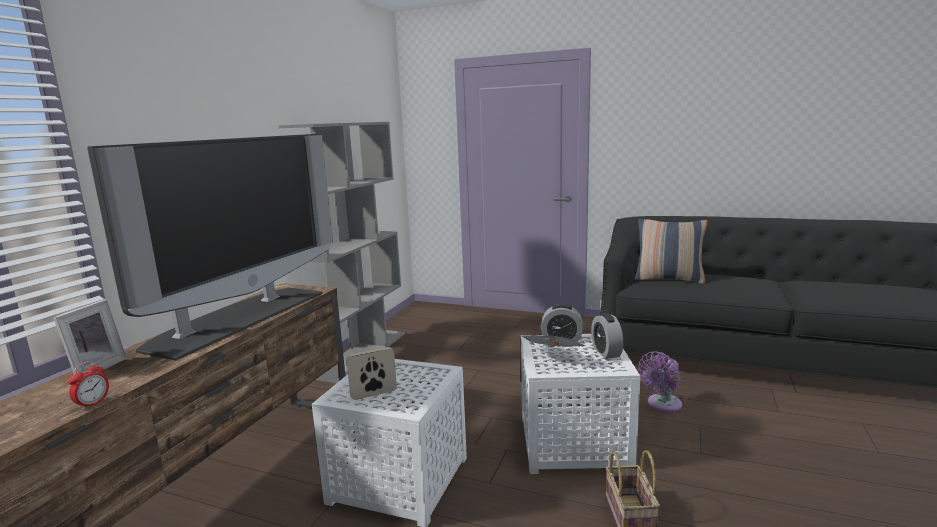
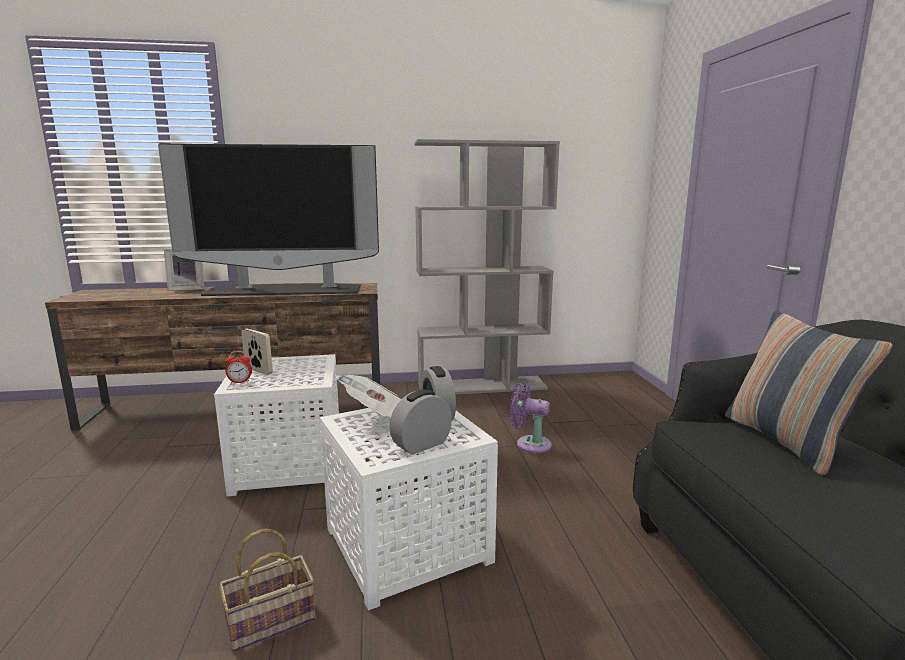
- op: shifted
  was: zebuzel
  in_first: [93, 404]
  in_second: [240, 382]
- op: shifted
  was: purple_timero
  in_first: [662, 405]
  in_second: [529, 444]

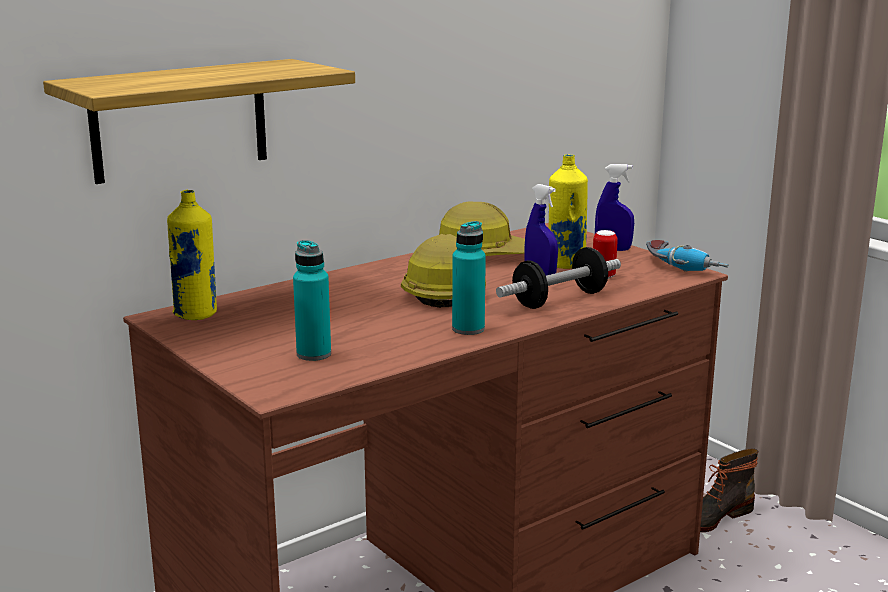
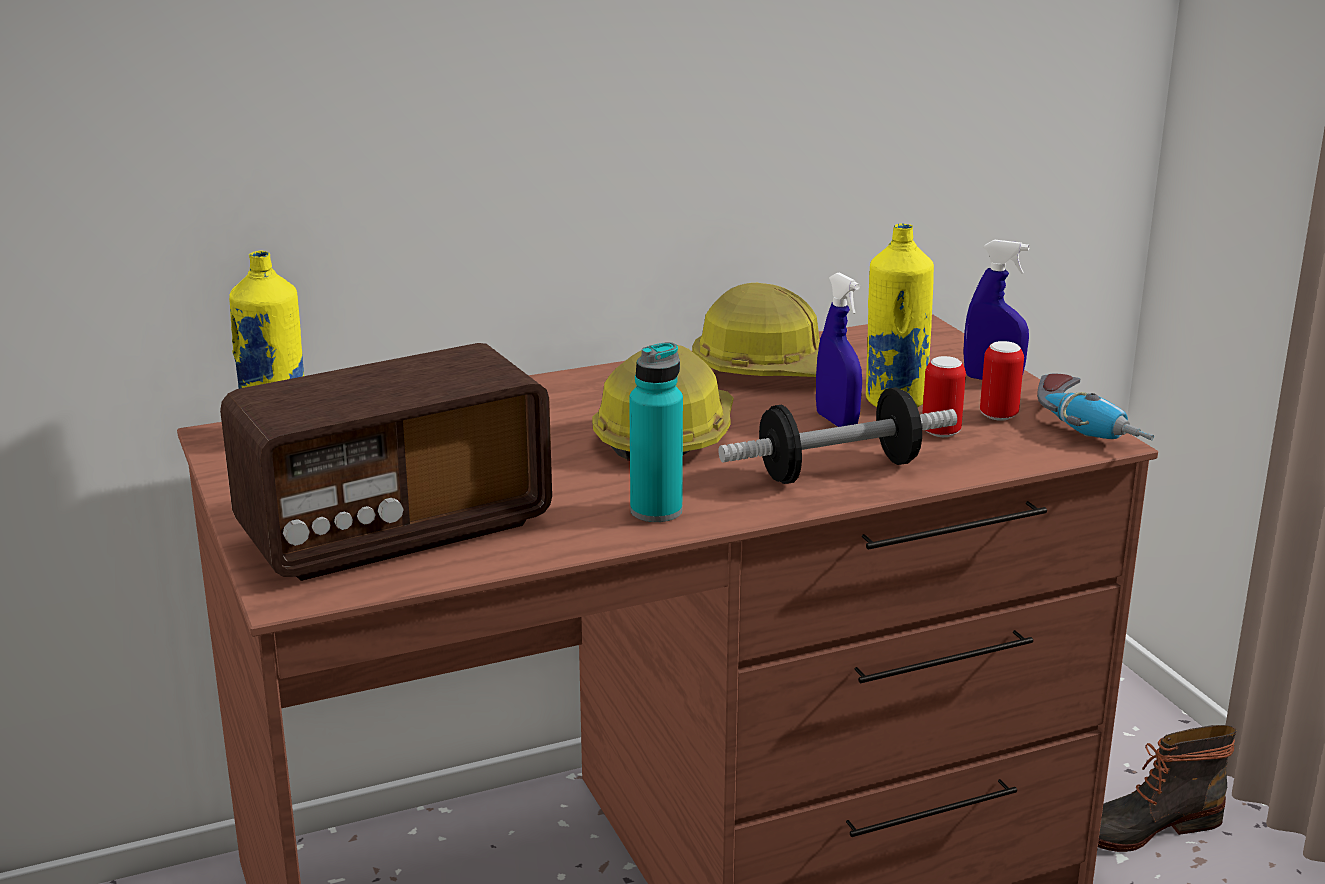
- op: swapped
  was: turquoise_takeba
  now: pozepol
  in_first: [314, 354]
  in_second: [395, 530]
- op: new
  now: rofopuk
  in_second: [998, 415]
- op: gone
  was: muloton
  in_first: [180, 120]

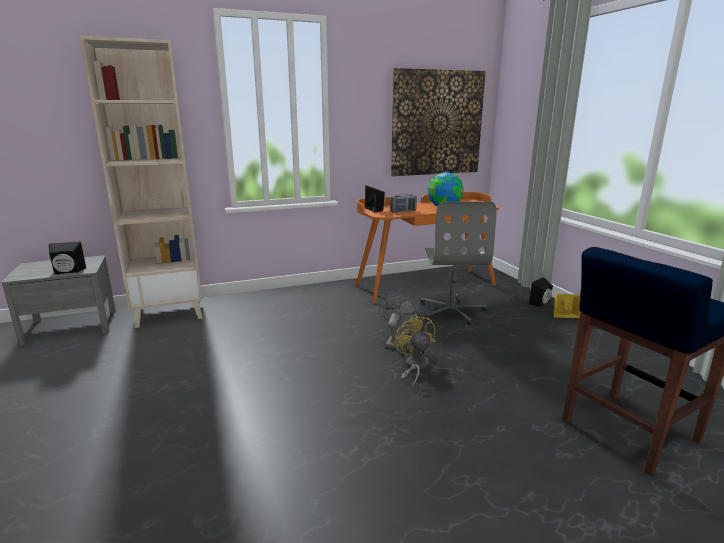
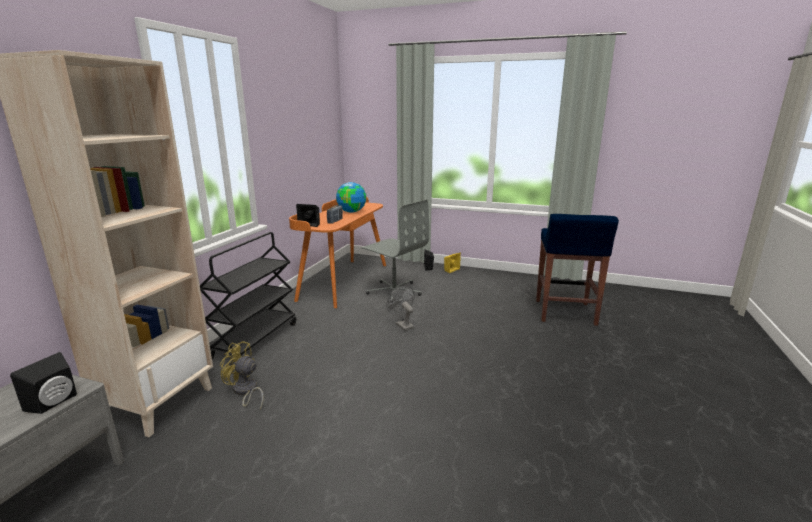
- op: new
  now: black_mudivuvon
  in_second: [255, 340]
- op: shifted
  was: yellow_timero
  in_first: [414, 367]
  in_second: [245, 391]
- op: gone
  was: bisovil
  in_first: [437, 123]

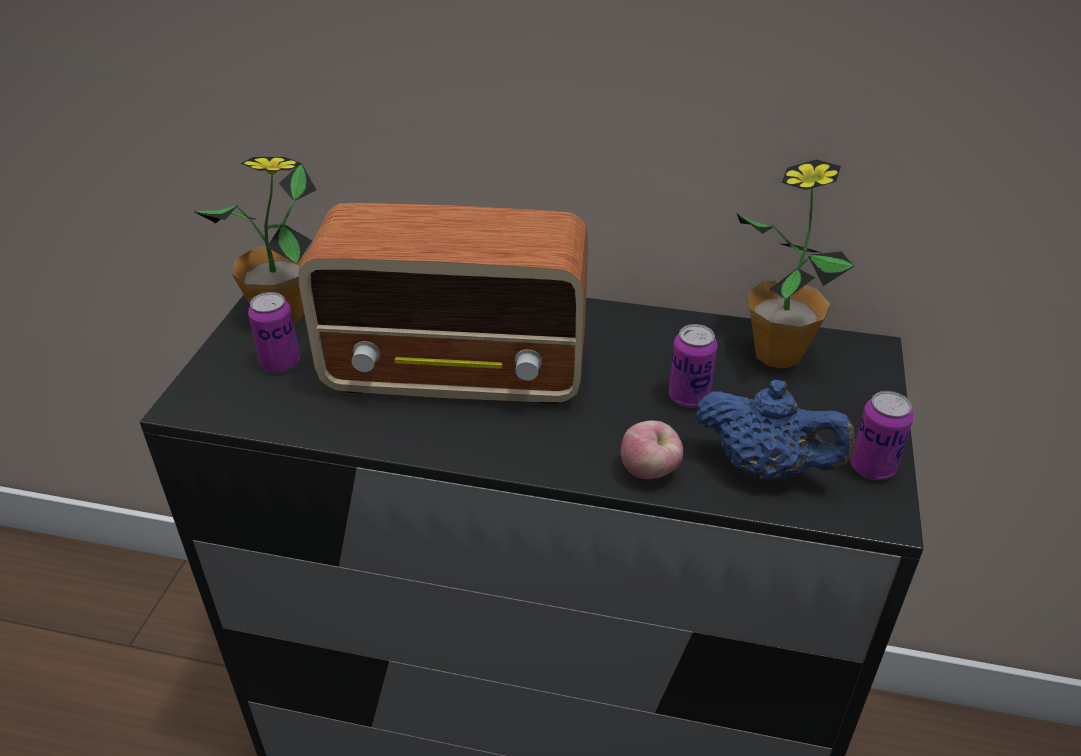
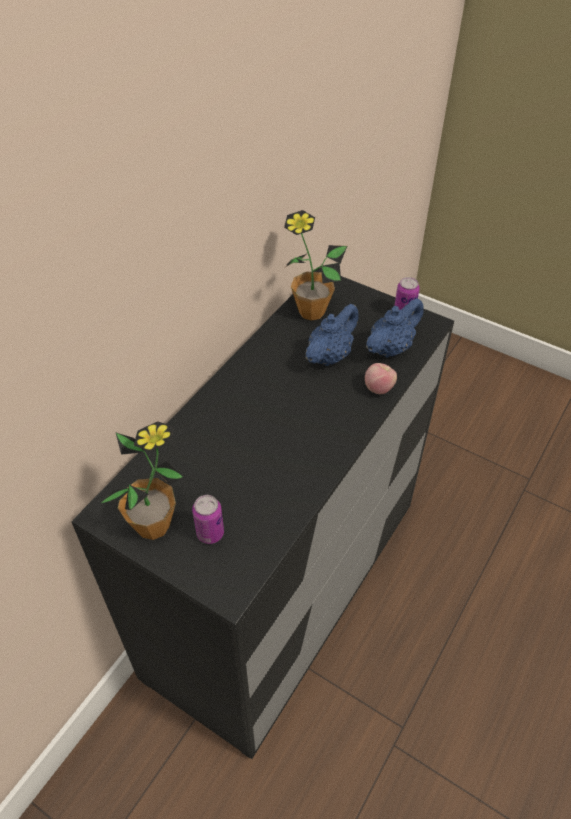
- op: swapped
  was: rofopuk
  now: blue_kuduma
  in_first: [688, 397]
  in_second: [330, 355]
- op: gone
  was: pozepol
  in_first: [459, 373]

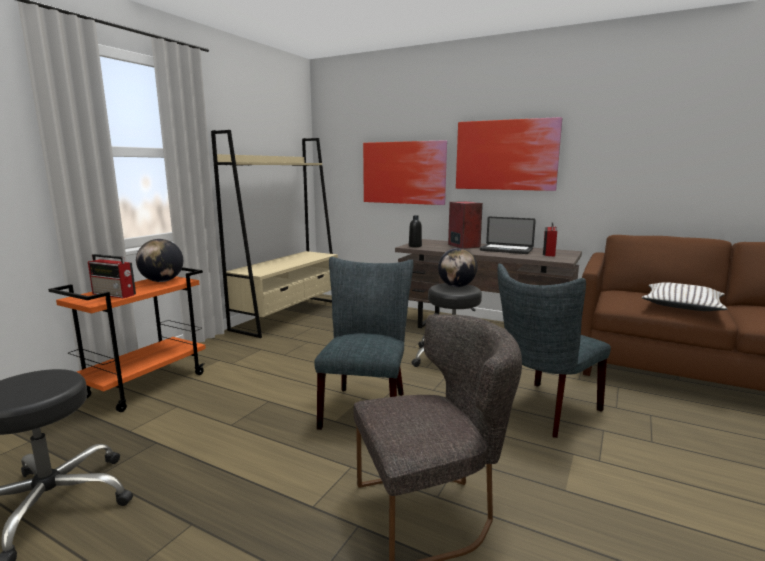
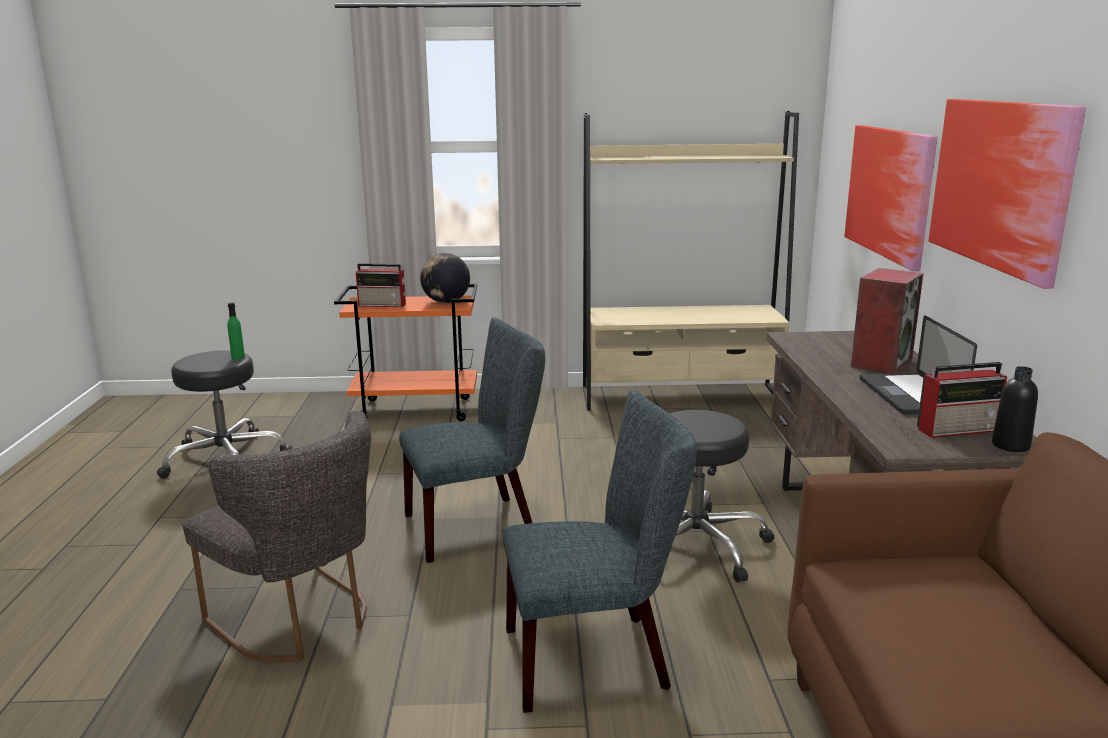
- op: new
  now: green_takeba
  in_second: [238, 358]
- op: rotated
  was: pozepol
  in_first: [114, 294]
  in_second: [383, 305]
  clockwise: -75
- op: rotated
  was: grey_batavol
  in_first: [543, 411]
  in_second: [596, 657]
  clockwise: 150
- op: shifted
  was: black_takeba
  in_first: [415, 246]
  in_second: [1010, 445]
- op: gone
  was: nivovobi
  in_first: [456, 286]
- op: gone
  was: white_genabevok
  in_first: [682, 305]

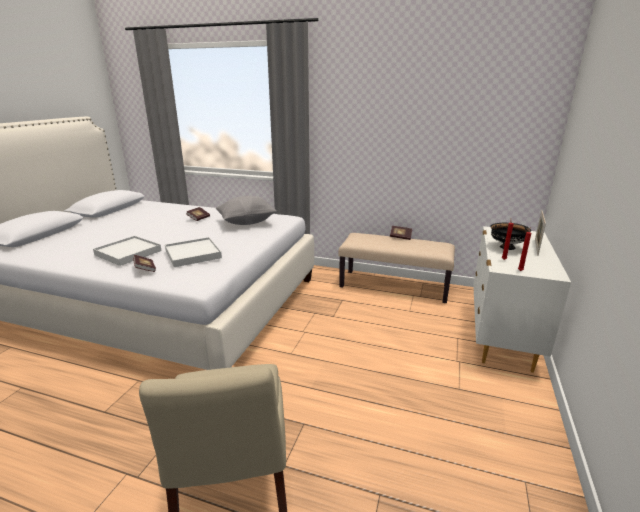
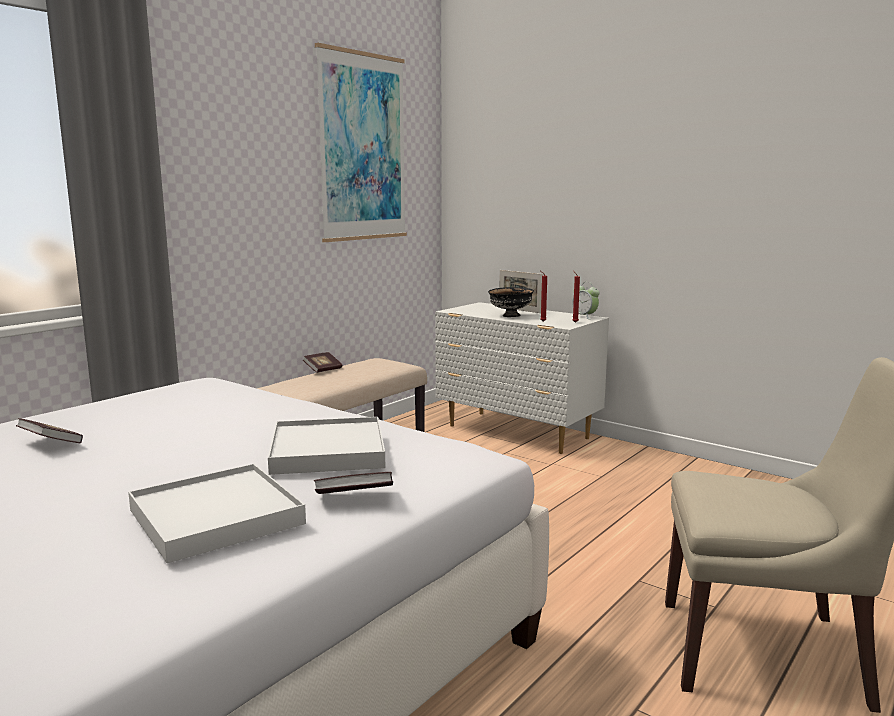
- op: new
  now: bisovil
  in_second: [363, 148]
- op: new
  now: zebuzel
  in_second: [584, 317]
- op: gone
  was: grey_genabevok
  in_first: [247, 222]

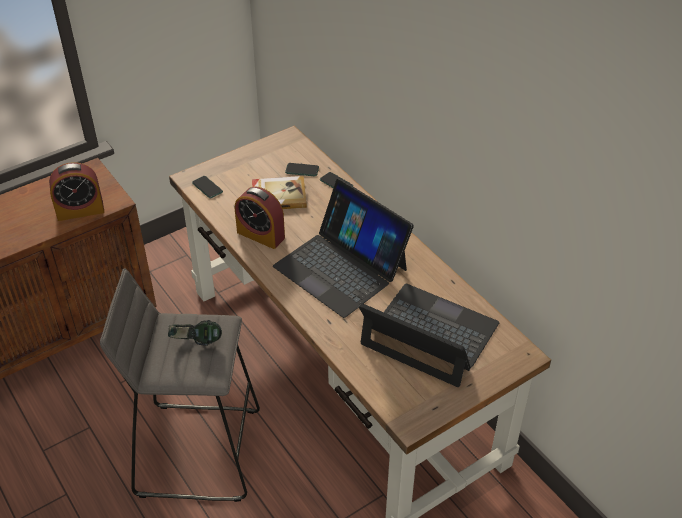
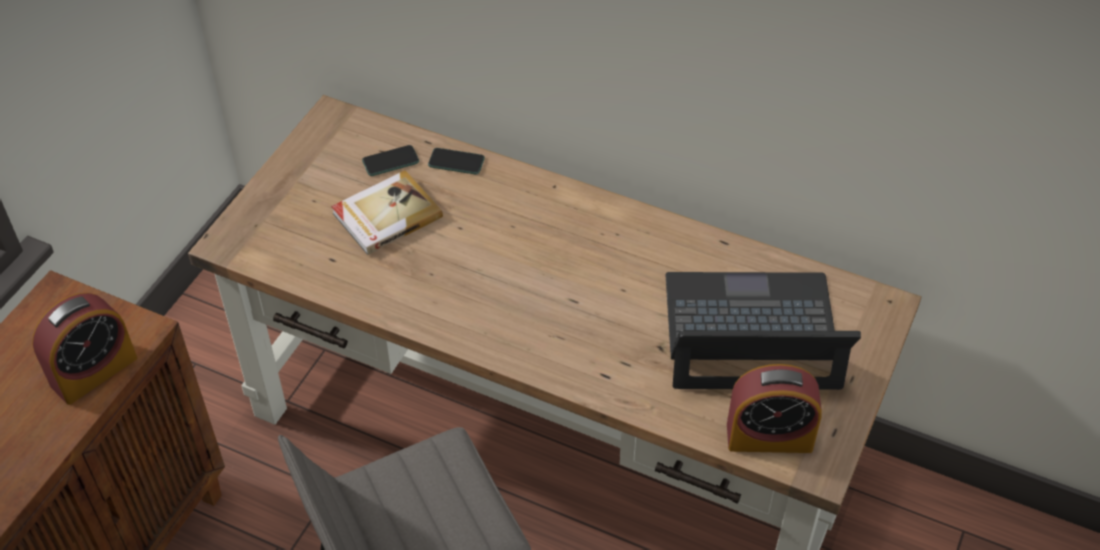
- op: shifted
  was: zebuzel
  in_first: [261, 235]
  in_second: [769, 437]
- op: gone
  was: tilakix
  in_first: [196, 344]
- op: gone
  was: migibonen
  in_first: [207, 187]
- op: gone
  was: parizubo
  in_first: [341, 267]

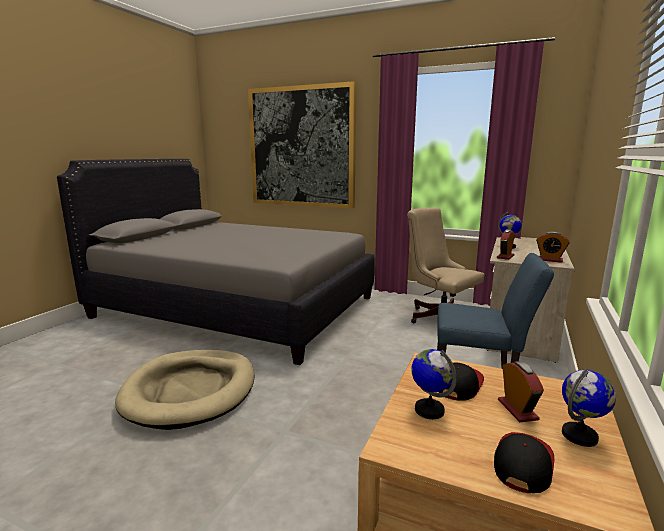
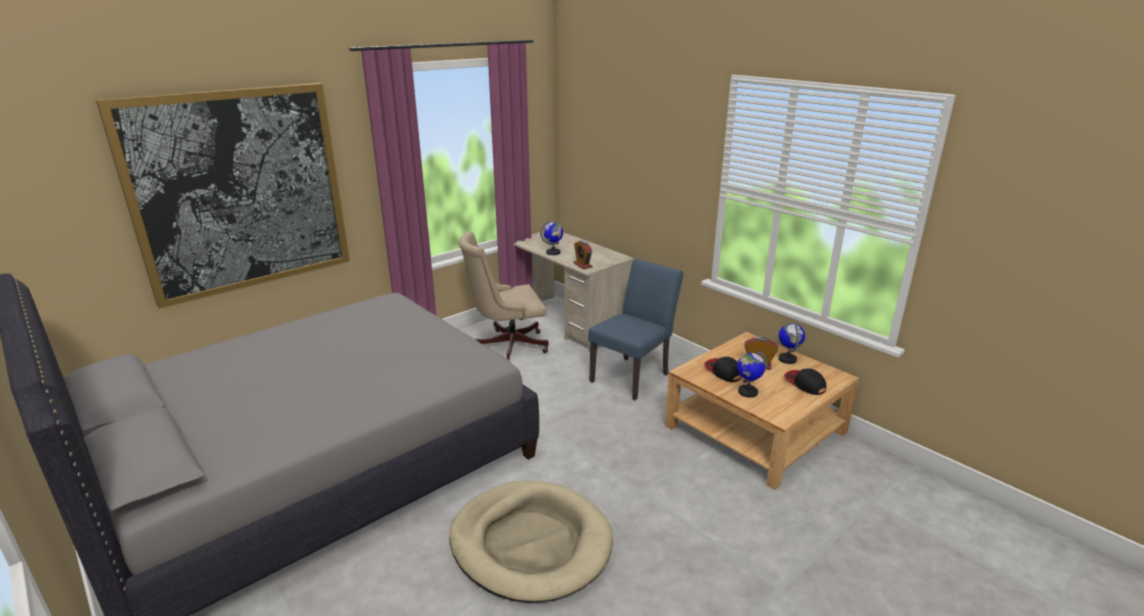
- op: gone
  was: zebuzel
  in_first: [550, 260]

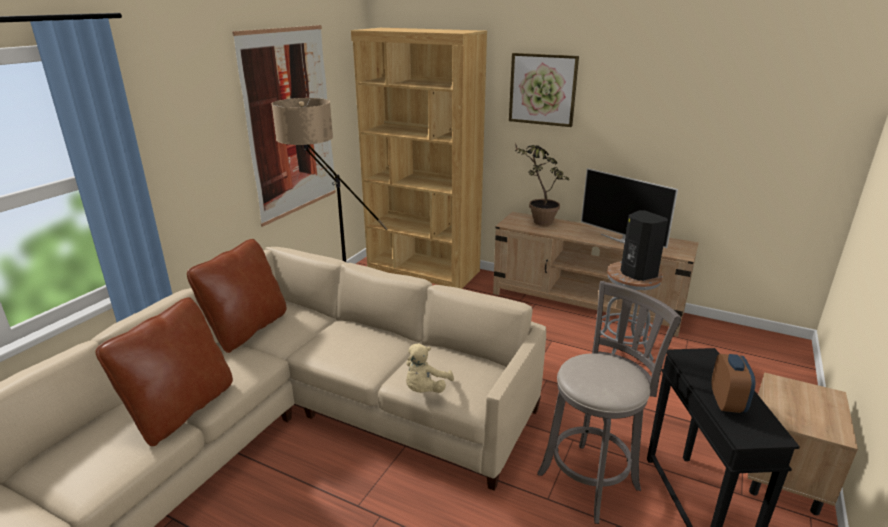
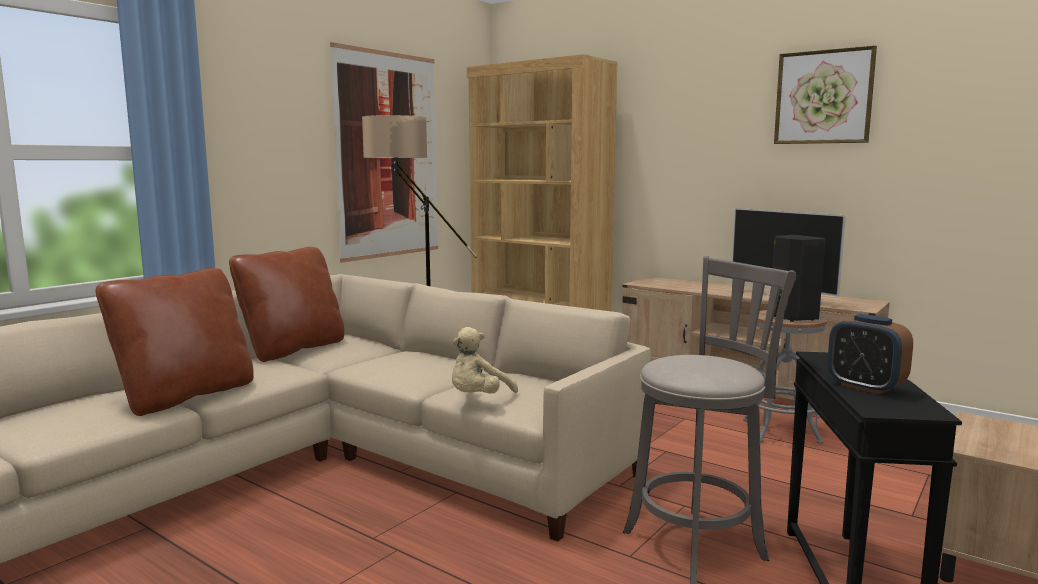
- op: shifted
  was: bisovil
  in_first: [542, 89]
  in_second: [823, 97]
- op: rotated
  was: zebuzel
  in_first: [727, 403]
  in_second: [865, 387]
  clockwise: 120
- op: gone
  was: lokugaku
  in_first: [537, 220]

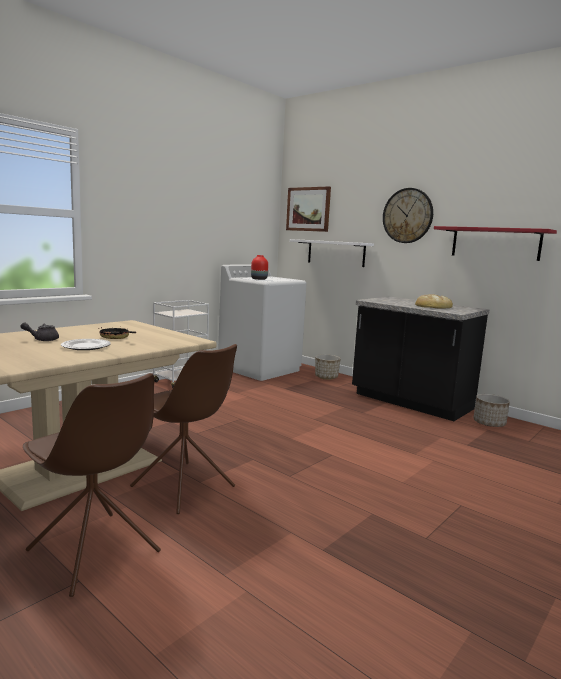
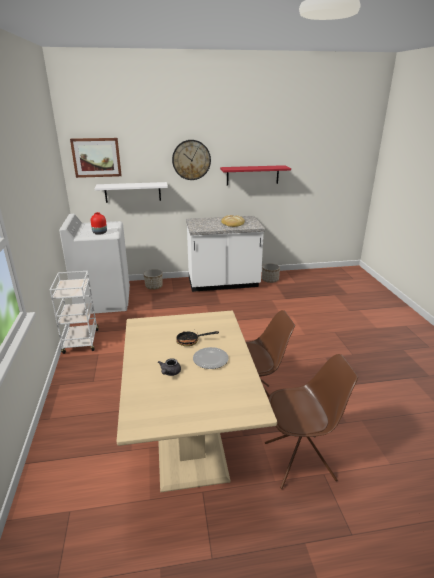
- op: repainted
  was: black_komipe
  now: white_komipe
  in_first: [410, 402]
  in_second: [223, 284]

